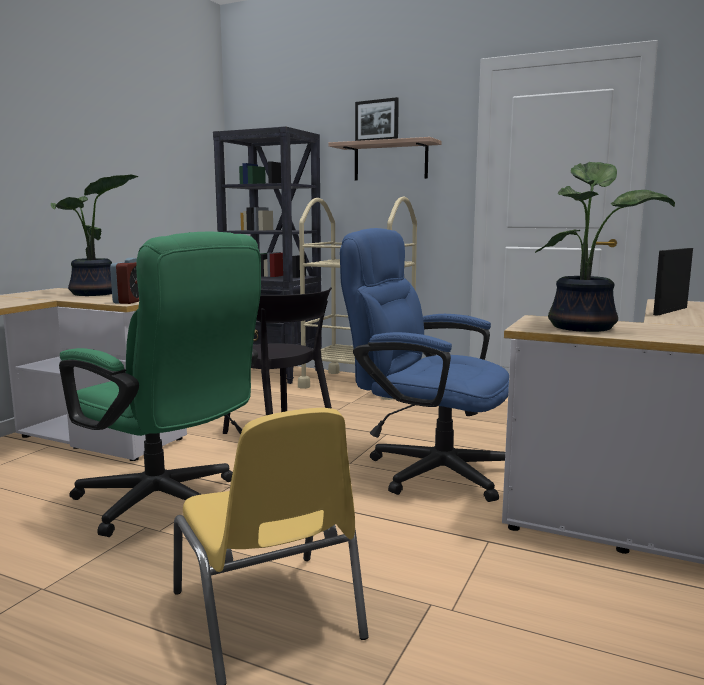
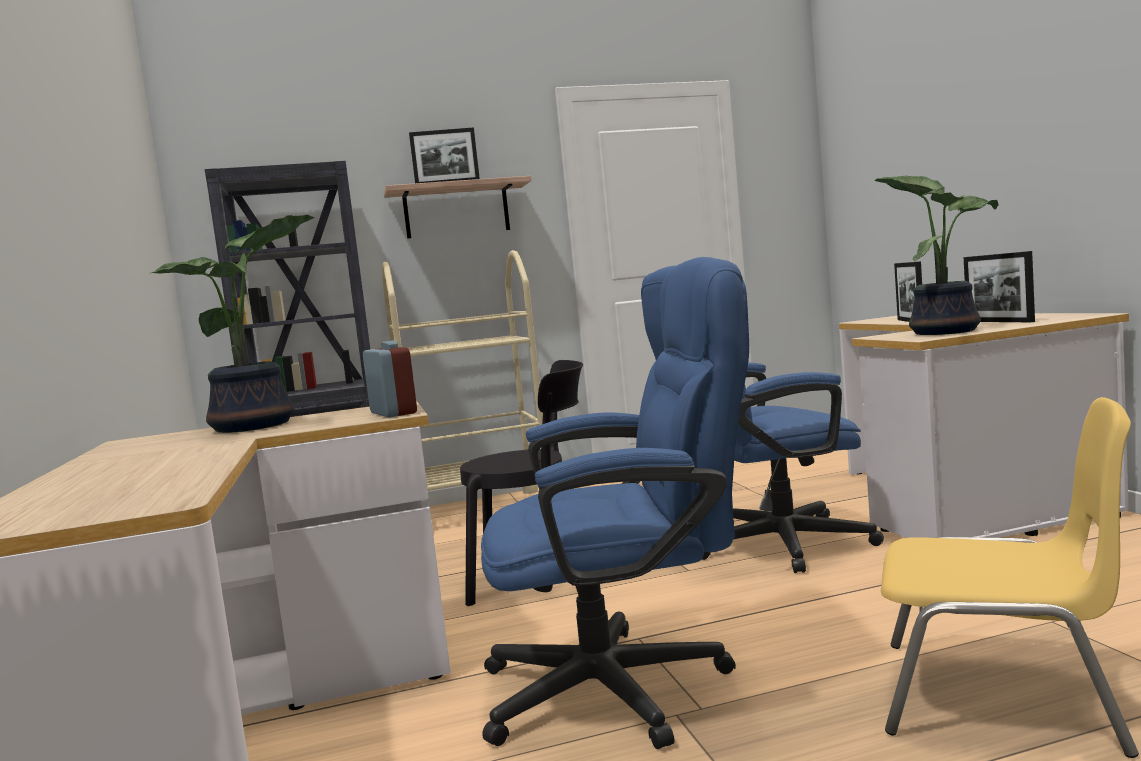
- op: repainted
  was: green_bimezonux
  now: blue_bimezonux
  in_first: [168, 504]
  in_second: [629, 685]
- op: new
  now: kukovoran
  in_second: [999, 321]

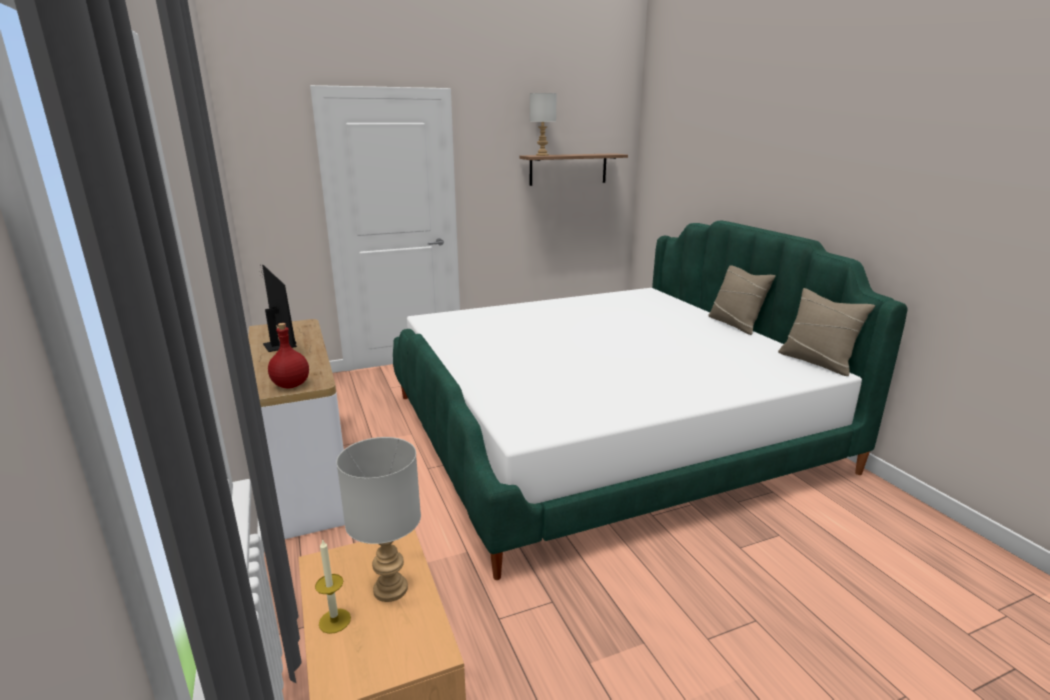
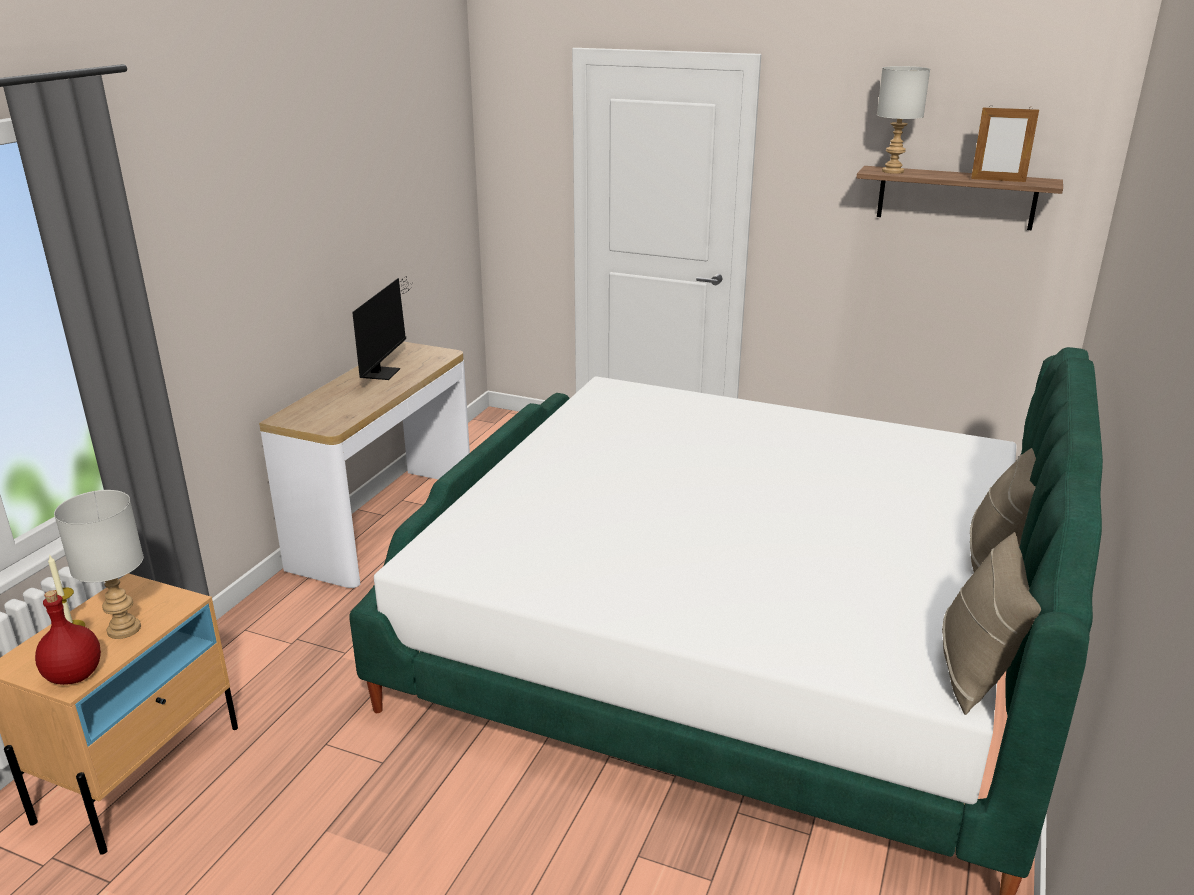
- op: shifted
  was: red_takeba
  in_first: [291, 385]
  in_second: [74, 676]
- op: new
  now: kukovoran
  in_second: [998, 180]

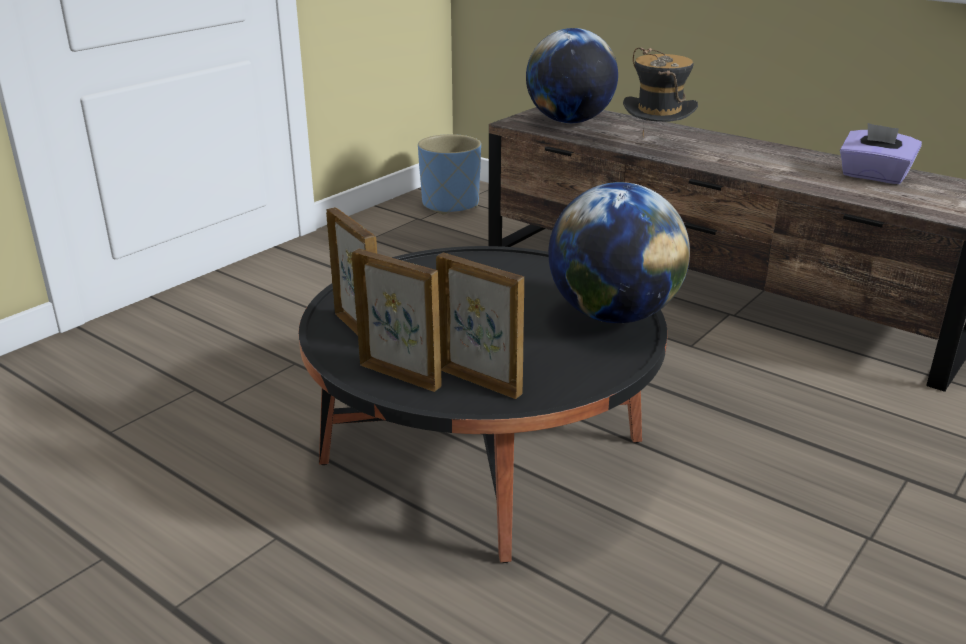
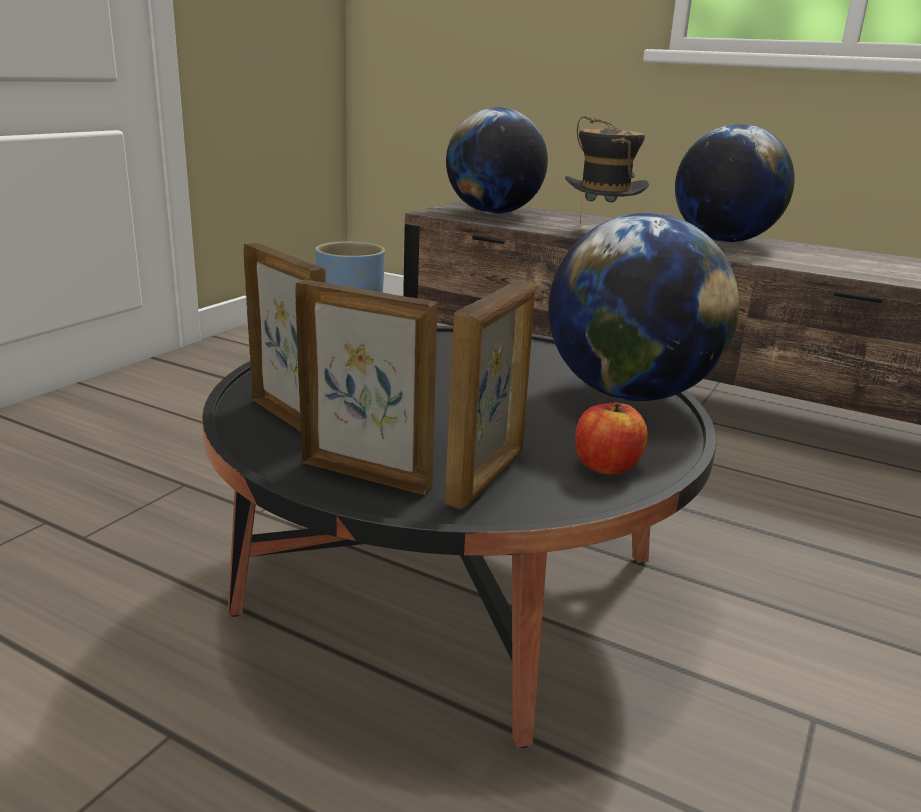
- op: rotated
  was: kukovoran
  in_first: [480, 381]
  in_second: [487, 478]
  clockwise: 90
- op: new
  now: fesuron
  in_second: [606, 466]
- op: new
  now: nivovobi
  in_second: [723, 241]
- op: gone
  was: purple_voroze
  in_first: [874, 176]

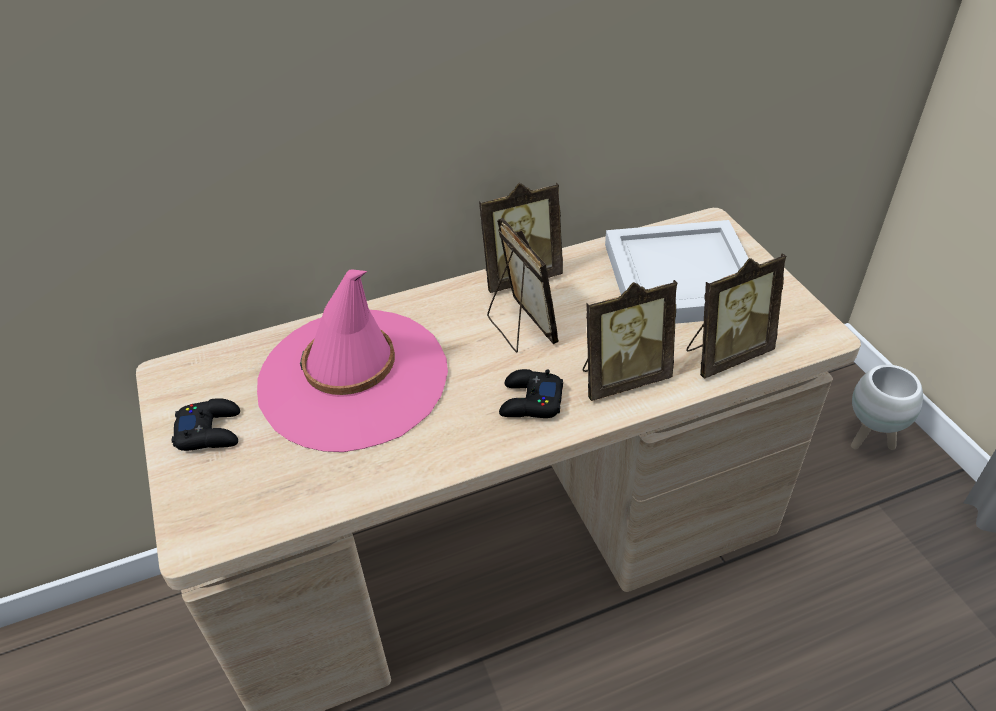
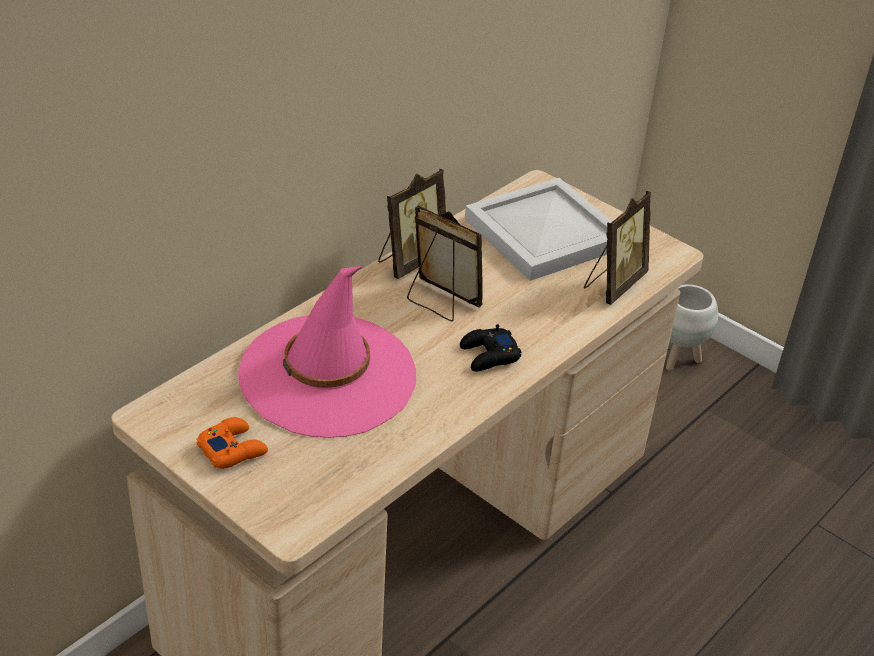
- op: repainted
  was: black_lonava
  now: orange_lonava
  in_first: [210, 431]
  in_second: [232, 449]
- op: gone
  was: kukovoran
  in_first: [622, 378]

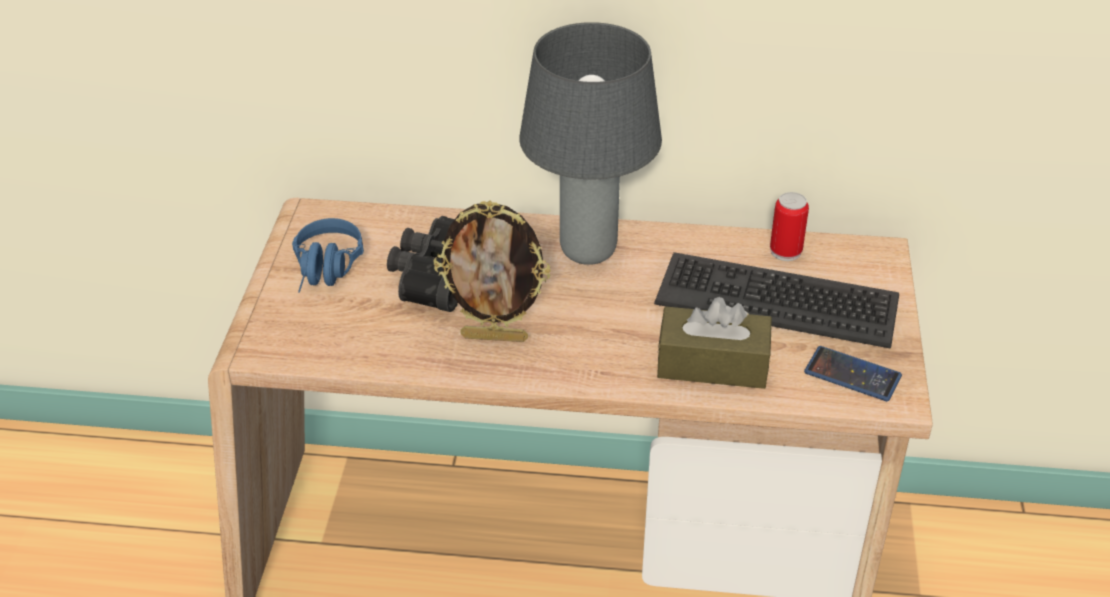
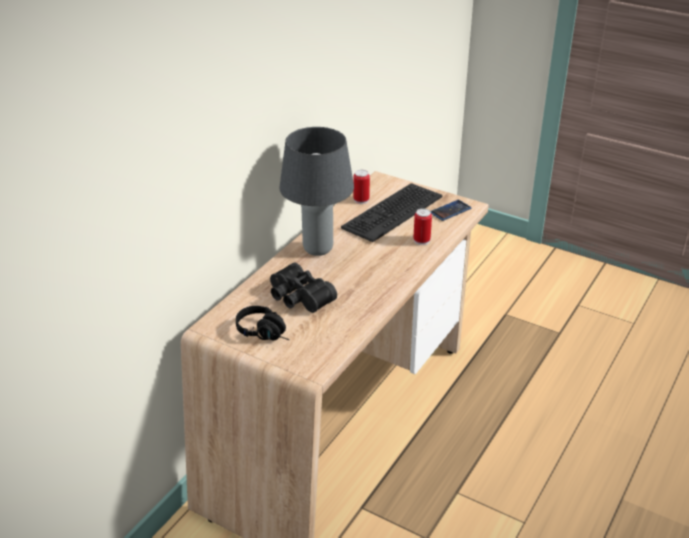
- op: repainted
  was: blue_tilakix
  now: black_tilakix
  in_first: [326, 272]
  in_second: [266, 333]
- op: swapped
  was: brown_voroze
  now: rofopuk
  in_first: [712, 364]
  in_second: [421, 240]
- op: gone
  was: kukovoran
  in_first: [495, 337]

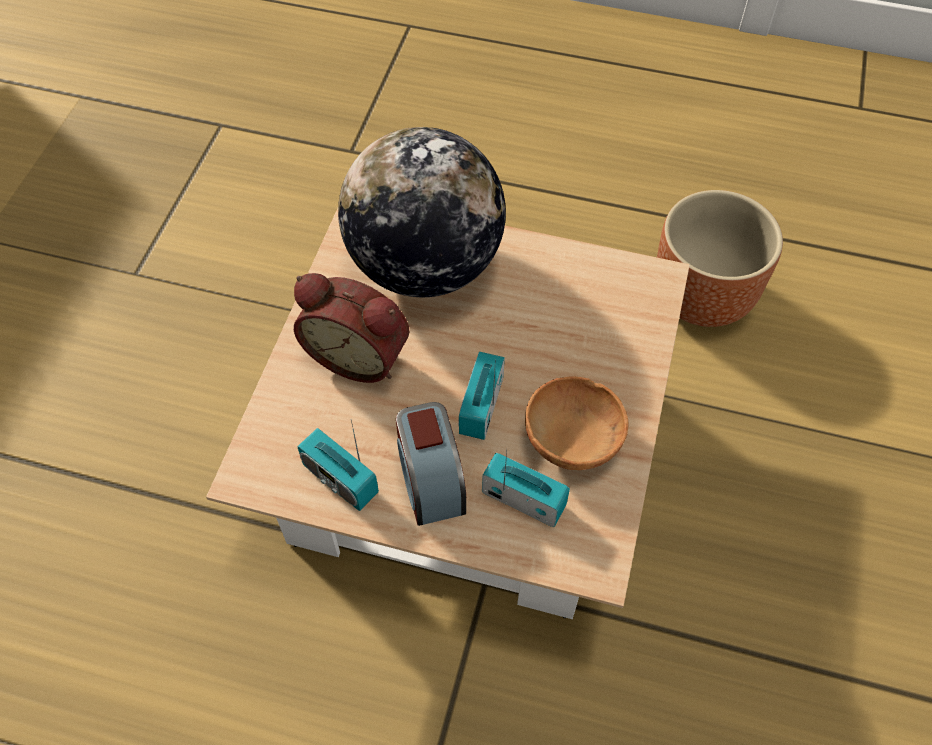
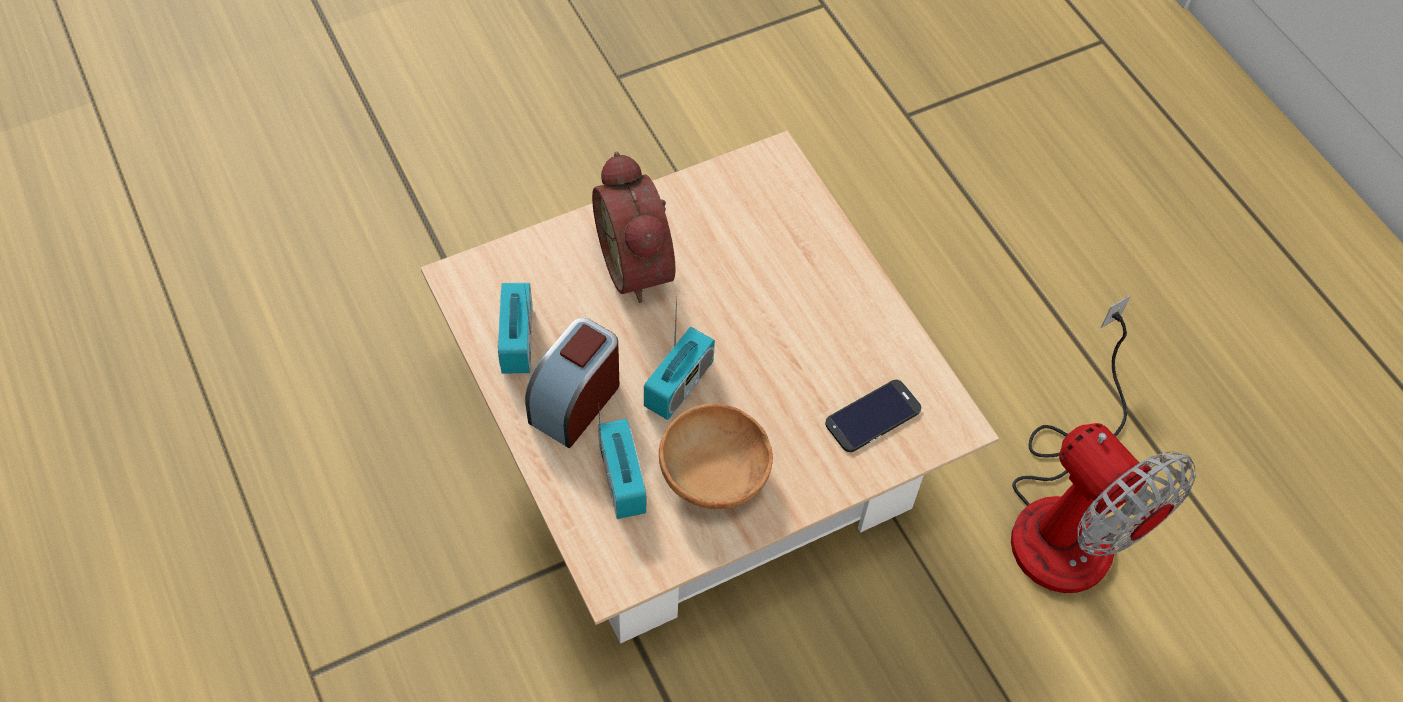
- op: rotated
  was: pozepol
  in_first: [481, 406]
  in_second: [679, 385]
  clockwise: 150
- op: new
  now: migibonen
  in_second: [873, 416]
- op: swapped
  was: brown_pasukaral
  now: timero
  in_first: [700, 295]
  in_second: [1069, 511]
- op: gone
  was: nivovobi
  in_first: [424, 266]

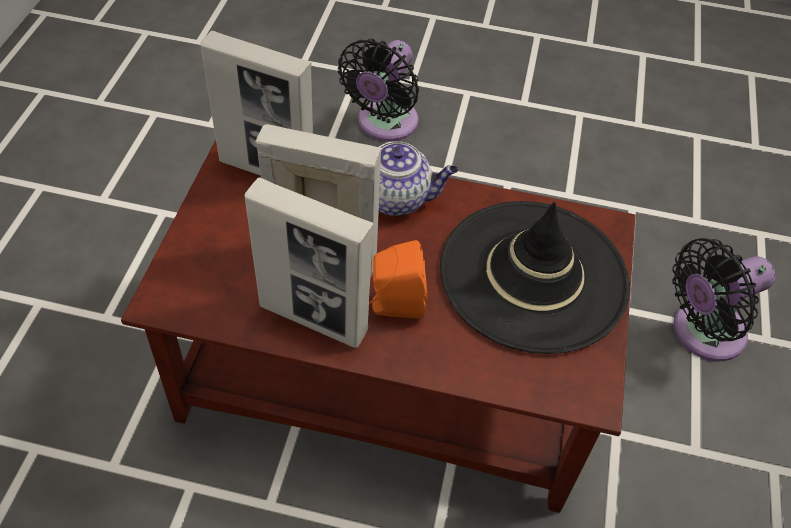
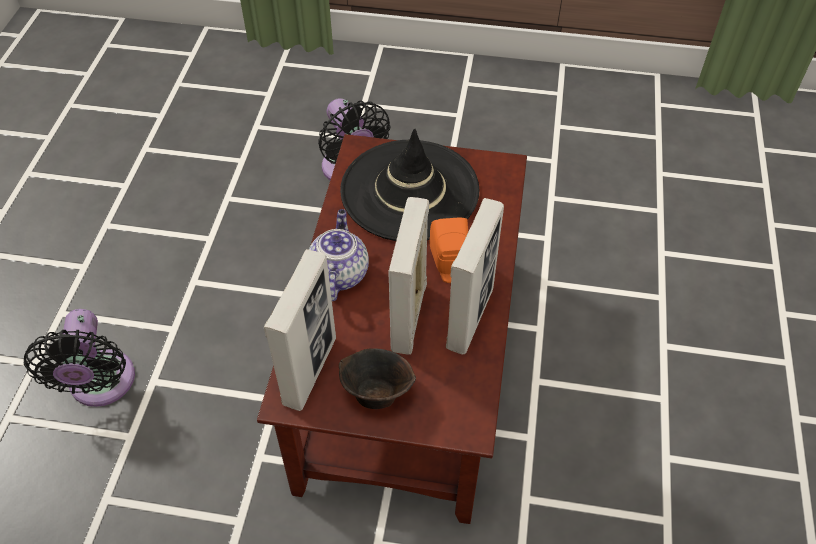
- op: rotated
  was: black_timero
  in_first: [384, 124]
  in_second: [101, 385]
  clockwise: 60
- op: new
  now: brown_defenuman
  in_second: [376, 391]

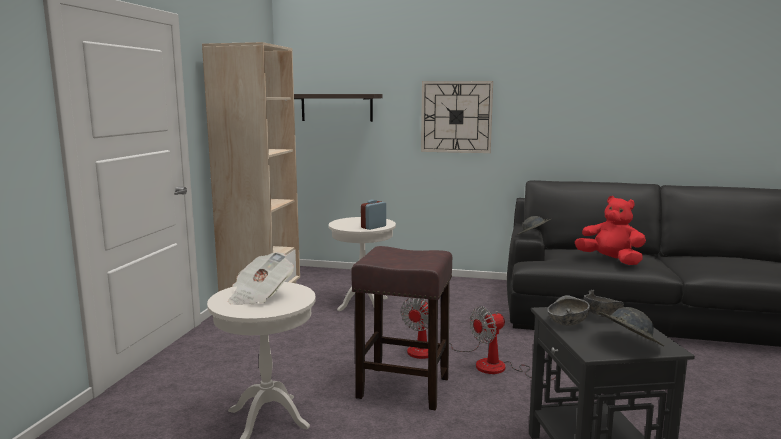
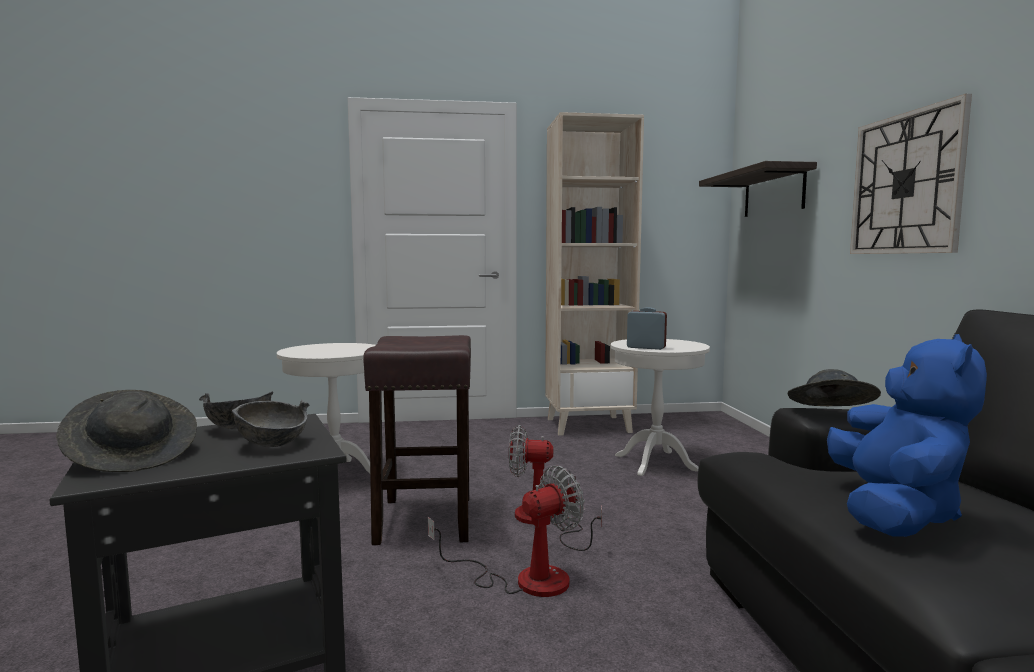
- op: rotated
  was: timero
  in_first: [502, 369]
  in_second: [523, 579]
  clockwise: 105
- op: repainted
  was: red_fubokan
  now: blue_fubokan
  in_first: [610, 260]
  in_second: [894, 513]
- op: gone
  was: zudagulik
  in_first: [260, 296]

